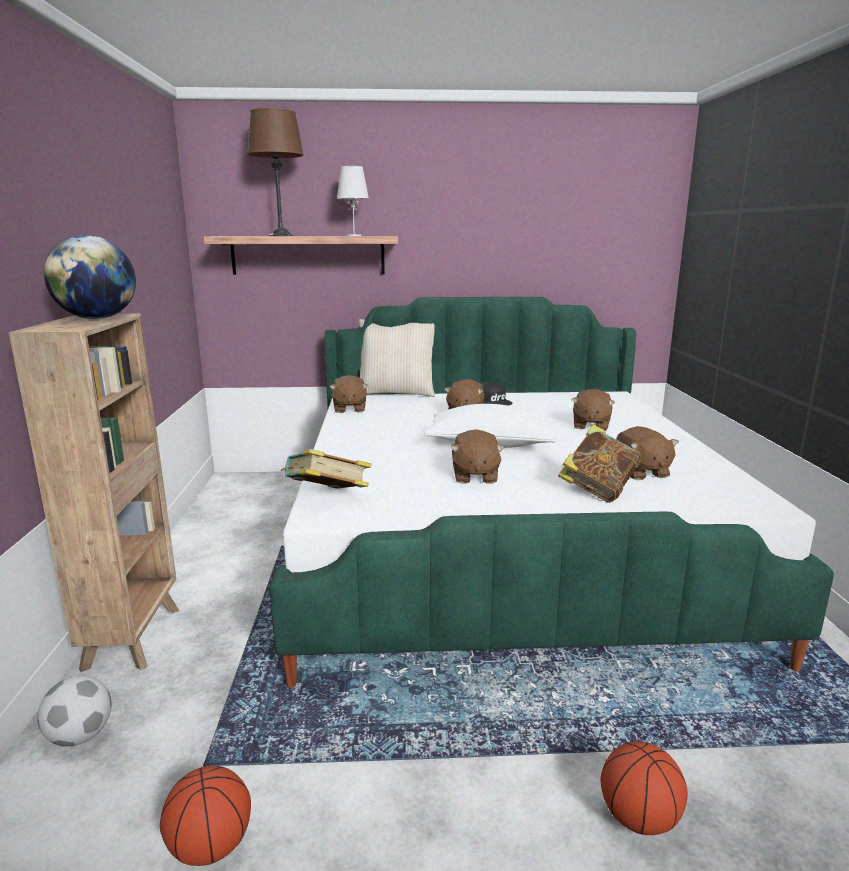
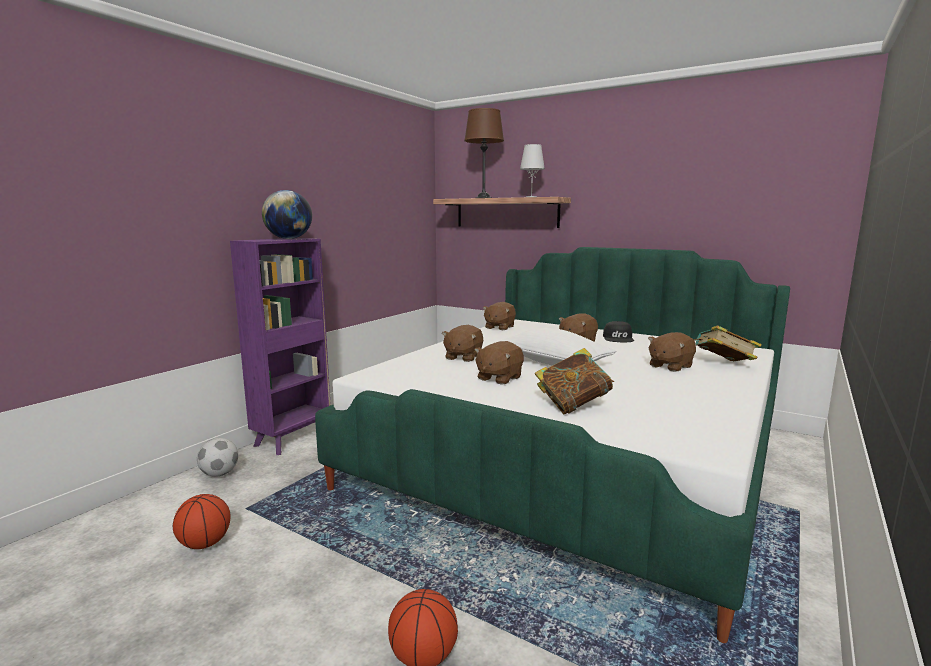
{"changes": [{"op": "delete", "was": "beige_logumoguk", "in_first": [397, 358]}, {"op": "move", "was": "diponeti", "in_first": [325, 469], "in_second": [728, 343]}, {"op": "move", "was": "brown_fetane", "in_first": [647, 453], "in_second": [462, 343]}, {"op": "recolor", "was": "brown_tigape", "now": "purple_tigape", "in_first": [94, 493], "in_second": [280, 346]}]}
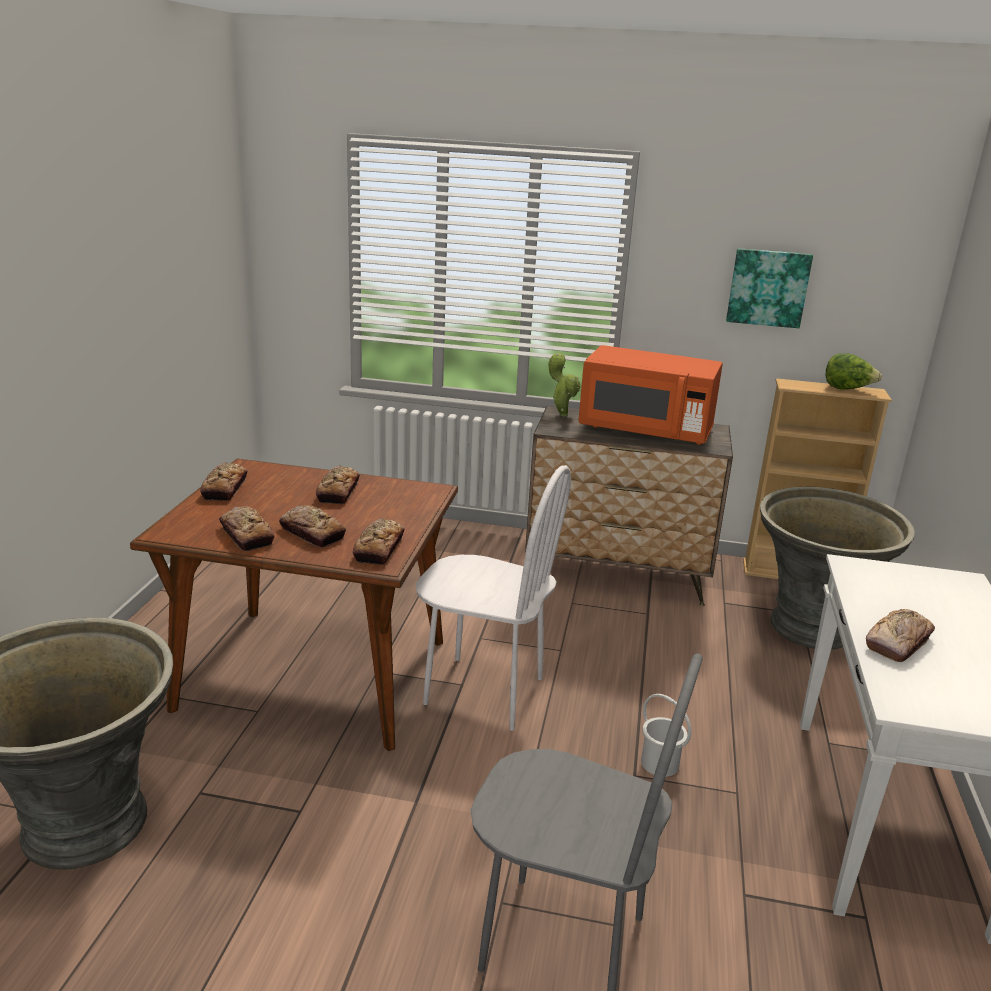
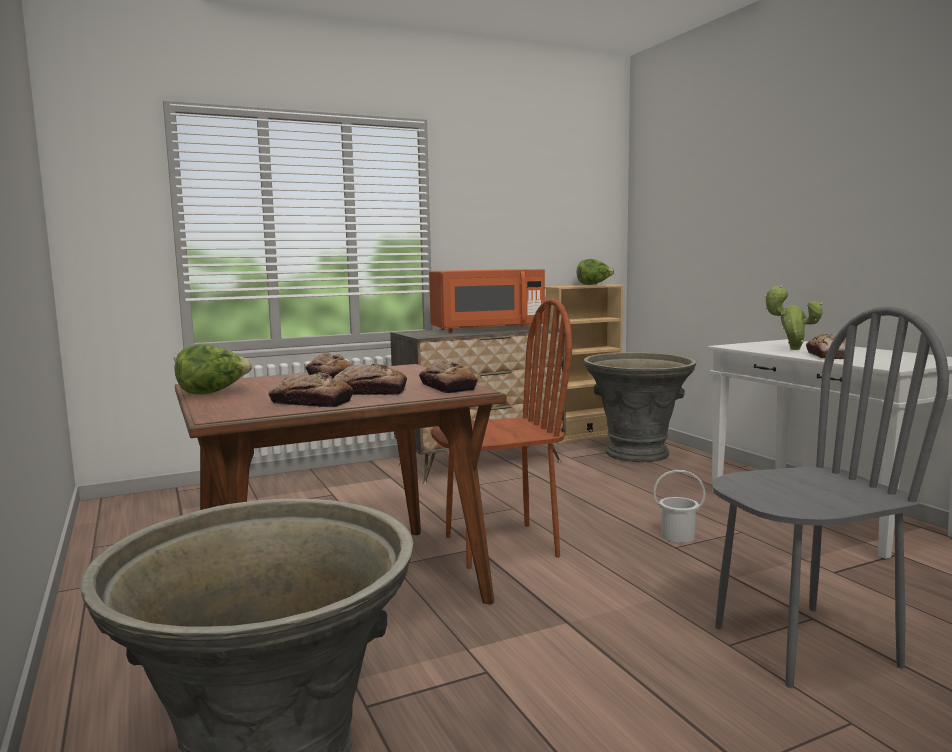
{"changes": [{"op": "delete", "was": "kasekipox", "in_first": [769, 288]}, {"op": "move", "was": "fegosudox", "in_first": [565, 385], "in_second": [793, 317]}, {"op": "replace", "was": "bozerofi", "now": "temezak", "in_first": [223, 481], "in_second": [213, 369]}, {"op": "recolor", "was": "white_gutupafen", "now": "brown_gutupafen", "in_first": [493, 598], "in_second": [501, 433]}]}
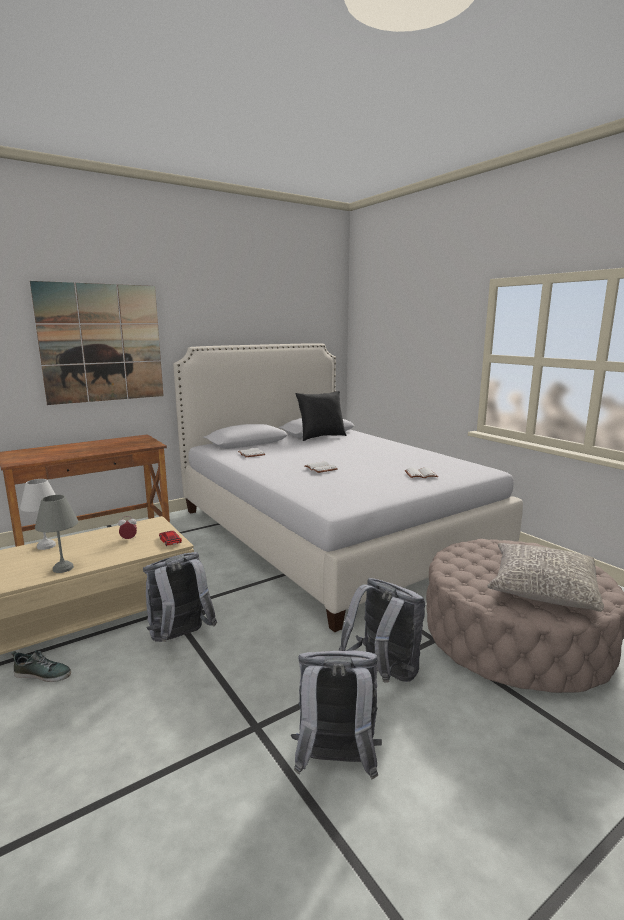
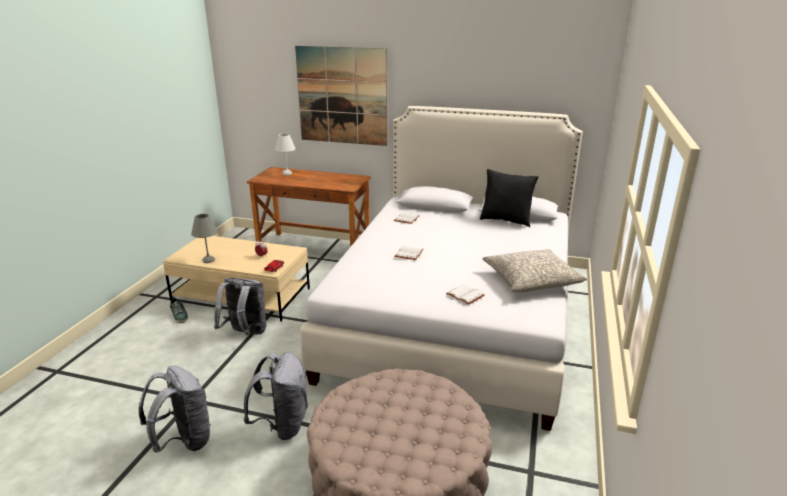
{"changes": [{"op": "move", "was": "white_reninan", "in_first": [38, 514], "in_second": [285, 154]}, {"op": "move", "was": "grey_logumoguk", "in_first": [545, 577], "in_second": [534, 270]}]}
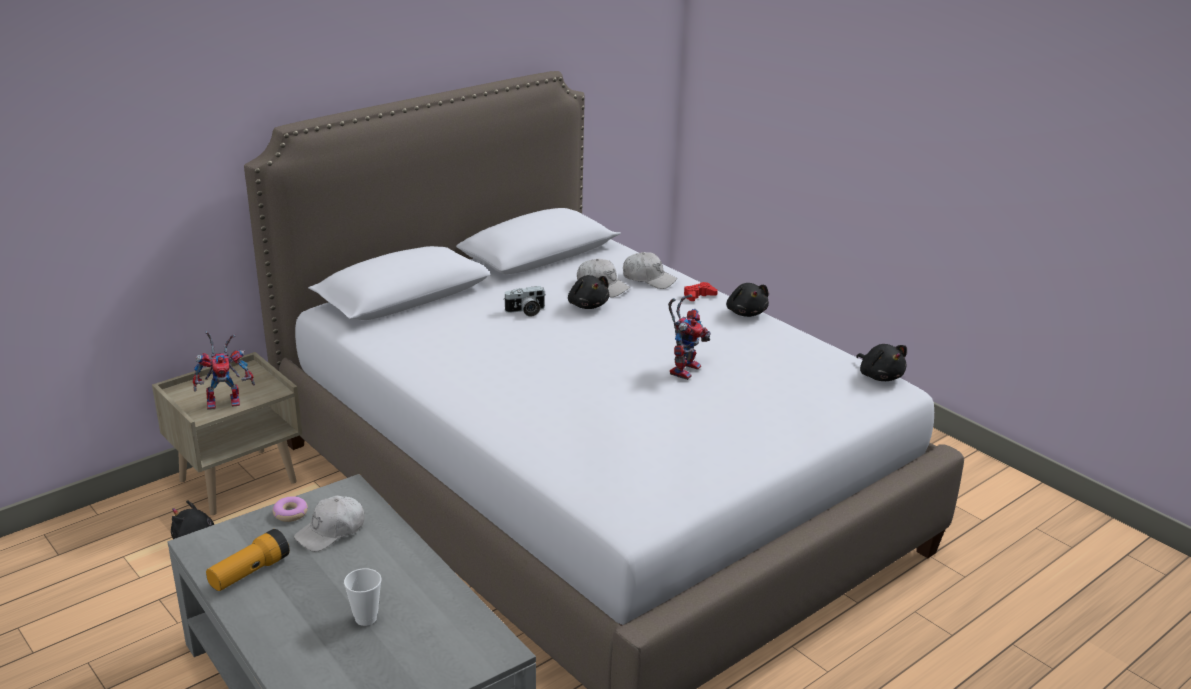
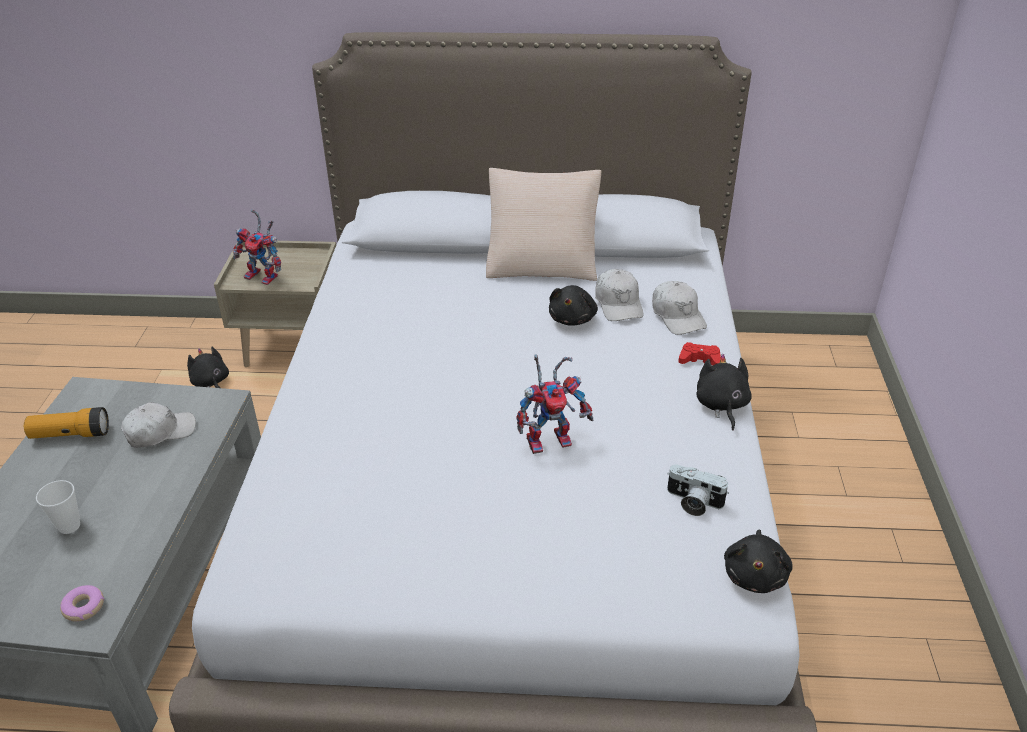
{"changes": [{"op": "insert", "now": "beige_logumoguk", "in_second": [543, 224]}, {"op": "move", "was": "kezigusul", "in_first": [290, 509], "in_second": [82, 603]}, {"op": "move", "was": "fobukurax", "in_first": [524, 301], "in_second": [698, 490]}, {"op": "rotate", "was": "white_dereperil", "in_first": [329, 523], "in_second": [158, 425], "clockwise": 150}, {"op": "rotate", "was": "black_fetane", "in_first": [747, 300], "in_second": [724, 392], "clockwise": 150}]}
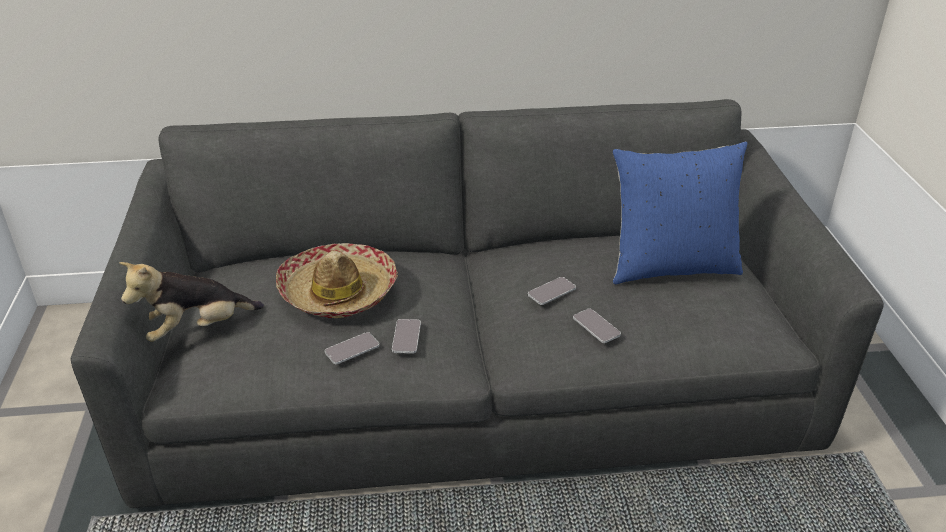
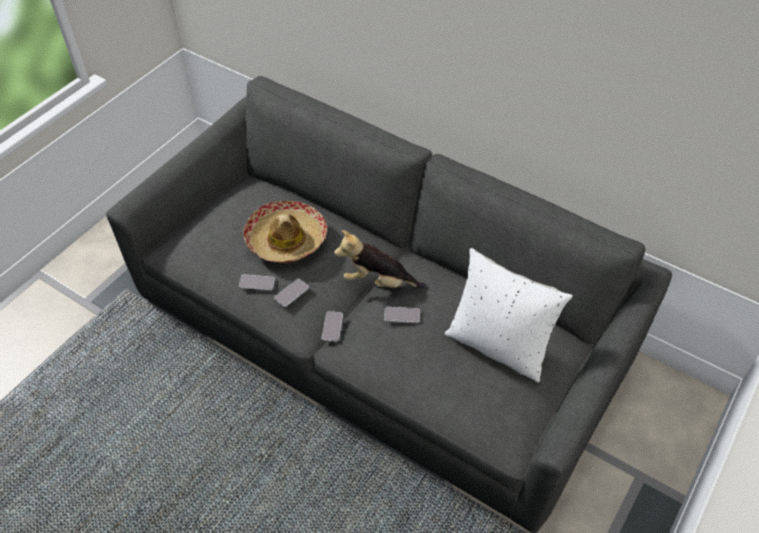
{"changes": [{"op": "move", "was": "fetane", "in_first": [191, 302], "in_second": [380, 259]}, {"op": "move", "was": "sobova", "in_first": [597, 325], "in_second": [332, 326]}, {"op": "recolor", "was": "blue_logumoguk", "now": "white_logumoguk", "in_first": [680, 213], "in_second": [509, 315]}]}
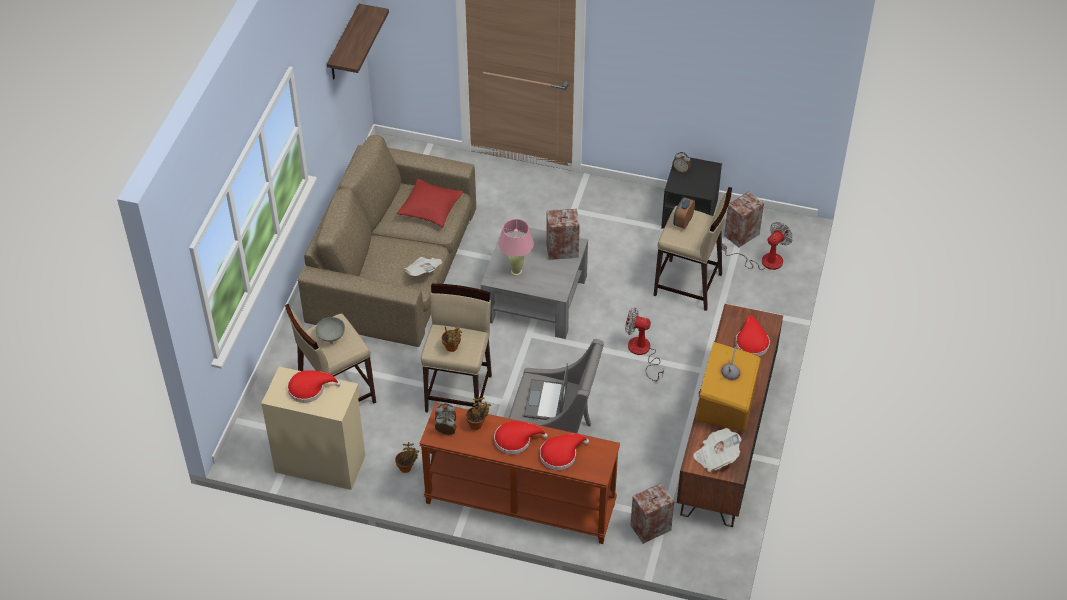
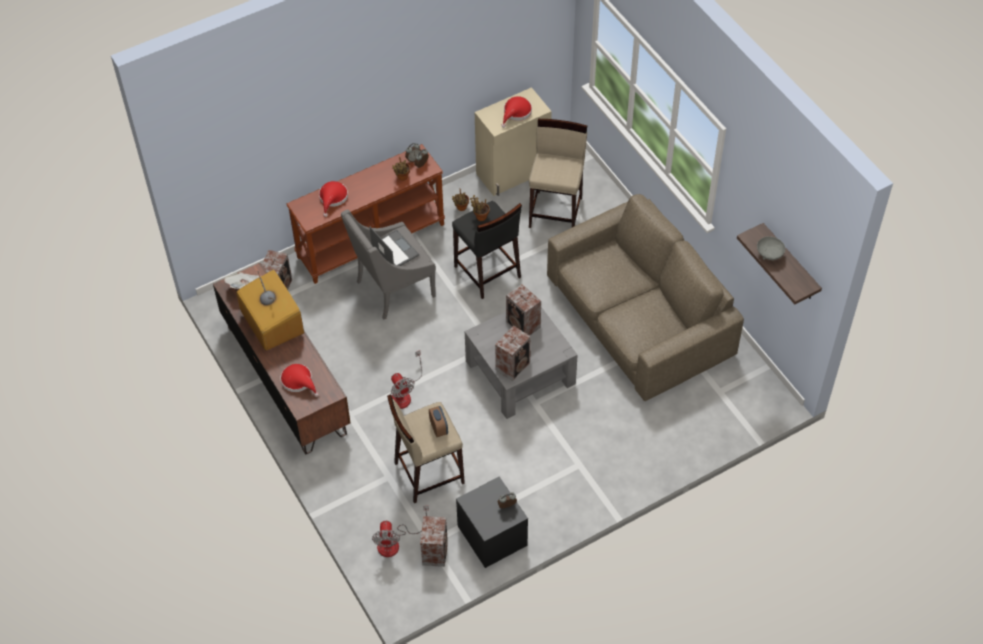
{"changes": [{"op": "delete", "was": "red_logumoguk", "in_first": [430, 203]}, {"op": "delete", "was": "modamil", "in_first": [424, 266]}, {"op": "delete", "was": "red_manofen", "in_first": [521, 437]}, {"op": "move", "was": "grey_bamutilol", "in_first": [330, 330], "in_second": [771, 248]}, {"op": "replace", "was": "pink_reninan", "now": "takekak", "in_first": [516, 247], "in_second": [523, 310]}, {"op": "recolor", "was": "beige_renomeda", "now": "black_renomeda", "in_first": [456, 348], "in_second": [487, 250]}, {"op": "rotate", "was": "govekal", "in_first": [644, 344], "in_second": [406, 379], "clockwise": 90}]}
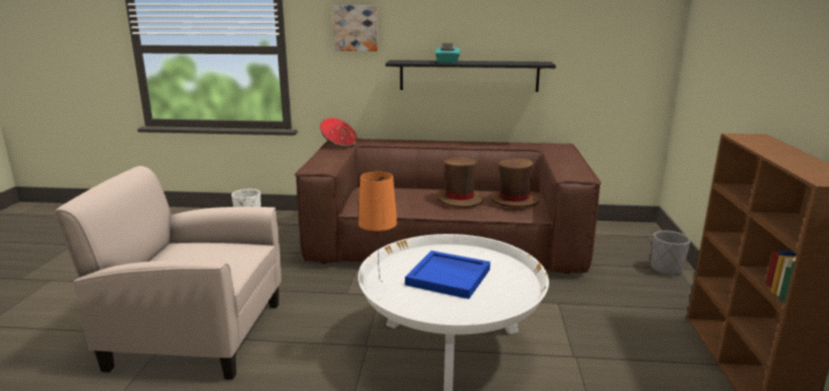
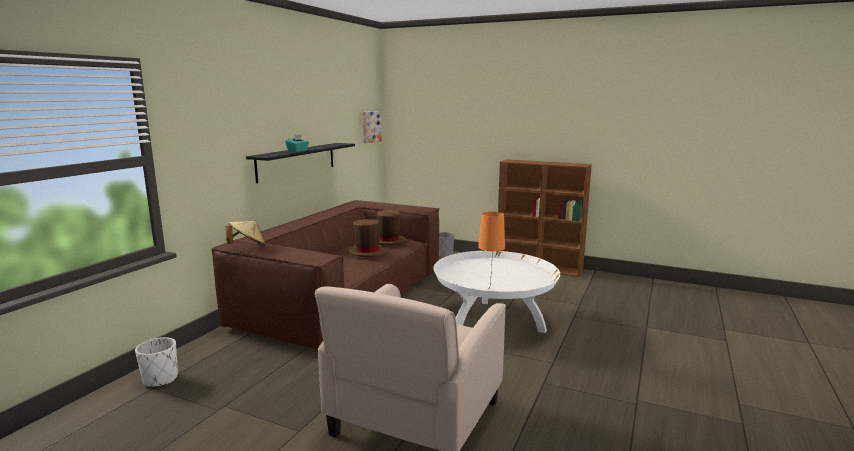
{"changes": [{"op": "delete", "was": "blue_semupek", "in_first": [447, 275]}, {"op": "move", "was": "kasekipox", "in_first": [355, 28], "in_second": [372, 127]}, {"op": "recolor", "was": "red_manofen", "now": "beige_manofen", "in_first": [338, 133], "in_second": [245, 233]}]}
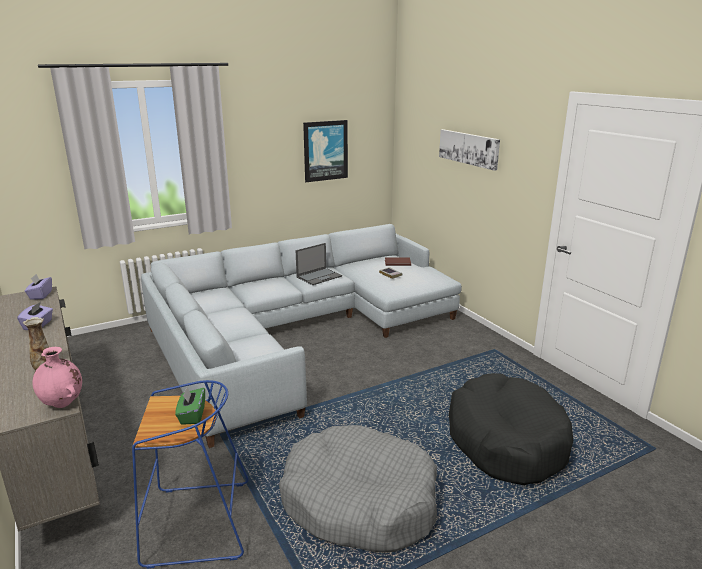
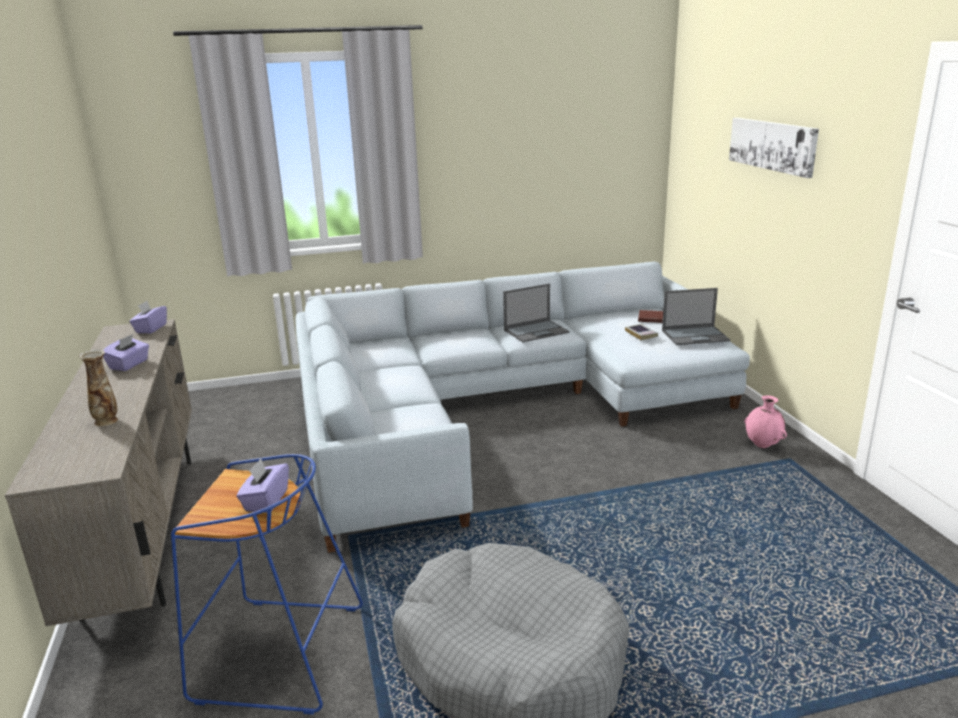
{"changes": [{"op": "delete", "was": "kasekipox", "in_first": [325, 151]}, {"op": "delete", "was": "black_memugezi", "in_first": [511, 429]}, {"op": "insert", "now": "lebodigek", "in_second": [696, 316]}, {"op": "move", "was": "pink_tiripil", "in_first": [57, 377], "in_second": [765, 421]}, {"op": "recolor", "was": "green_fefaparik", "now": "purple_fefaparik", "in_first": [190, 406], "in_second": [263, 485]}]}
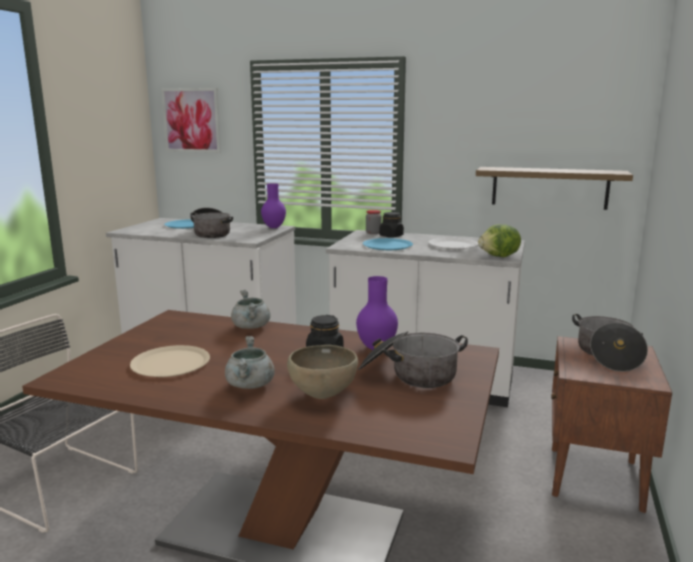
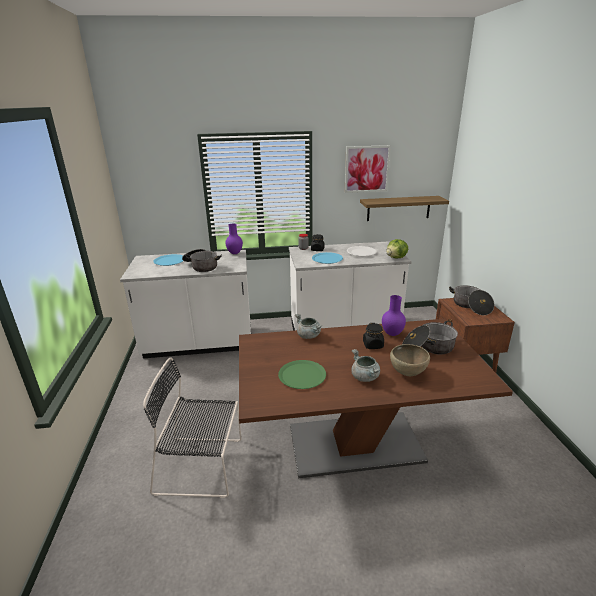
{"changes": [{"op": "move", "was": "kasekipox", "in_first": [191, 120], "in_second": [368, 169]}, {"op": "recolor", "was": "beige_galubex", "now": "green_galubex", "in_first": [170, 361], "in_second": [302, 374]}]}
